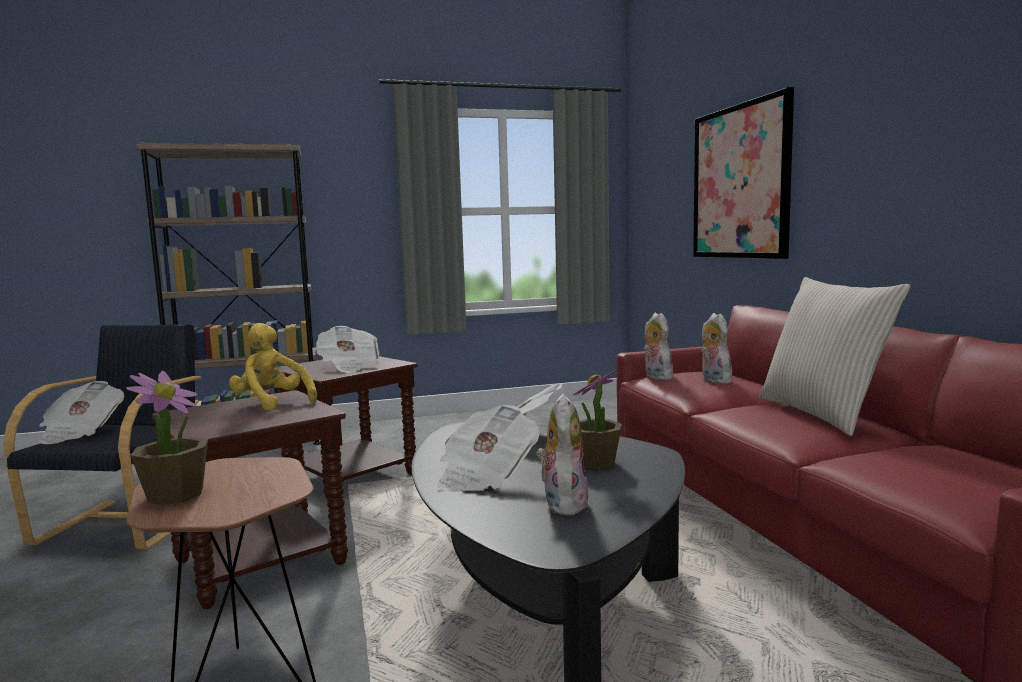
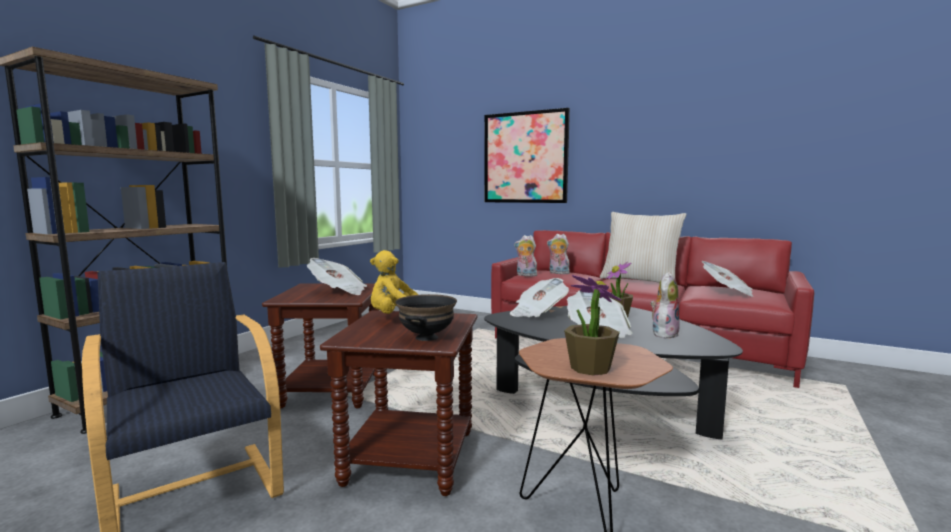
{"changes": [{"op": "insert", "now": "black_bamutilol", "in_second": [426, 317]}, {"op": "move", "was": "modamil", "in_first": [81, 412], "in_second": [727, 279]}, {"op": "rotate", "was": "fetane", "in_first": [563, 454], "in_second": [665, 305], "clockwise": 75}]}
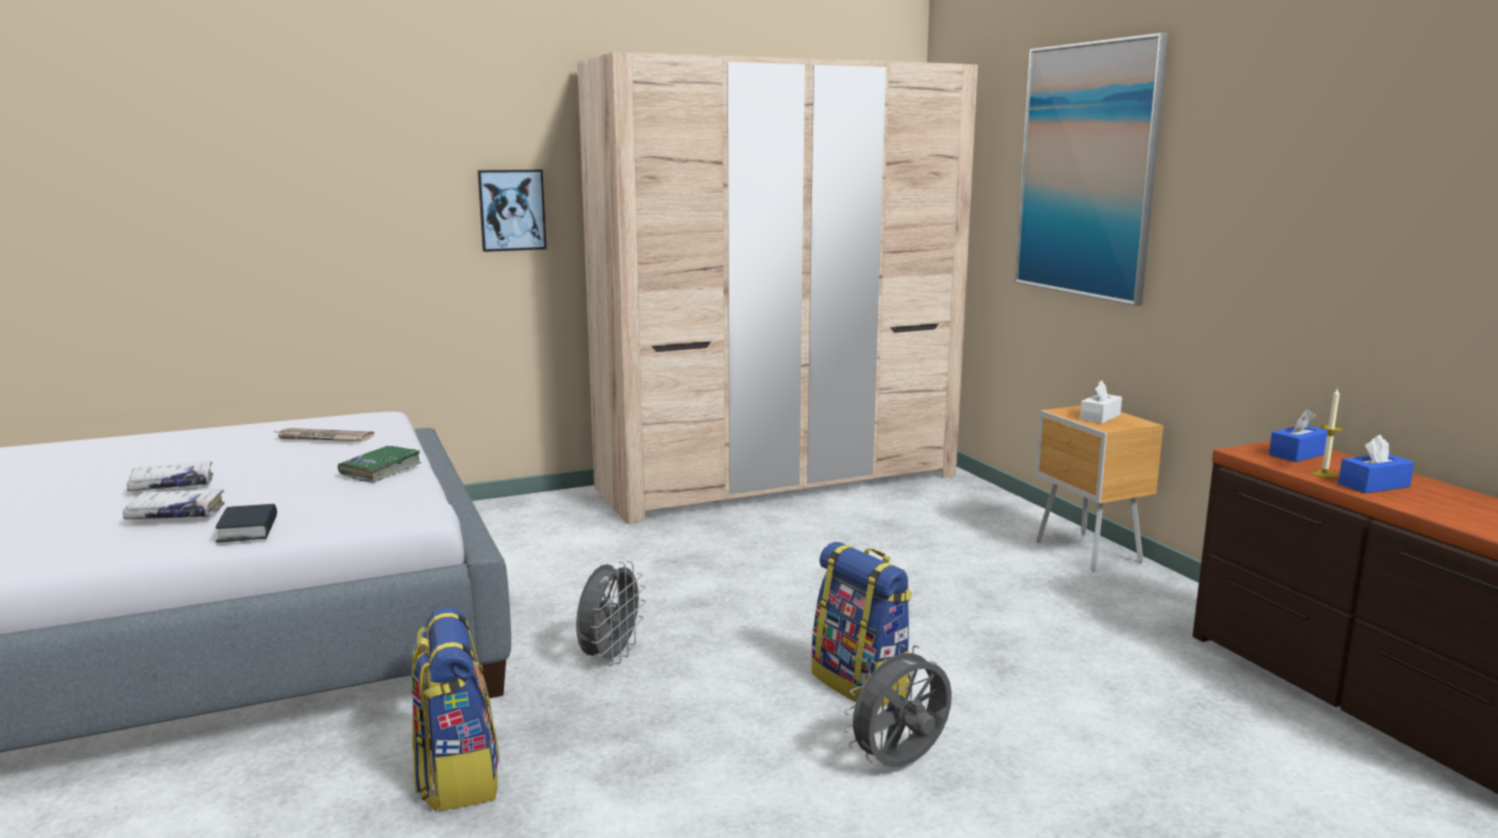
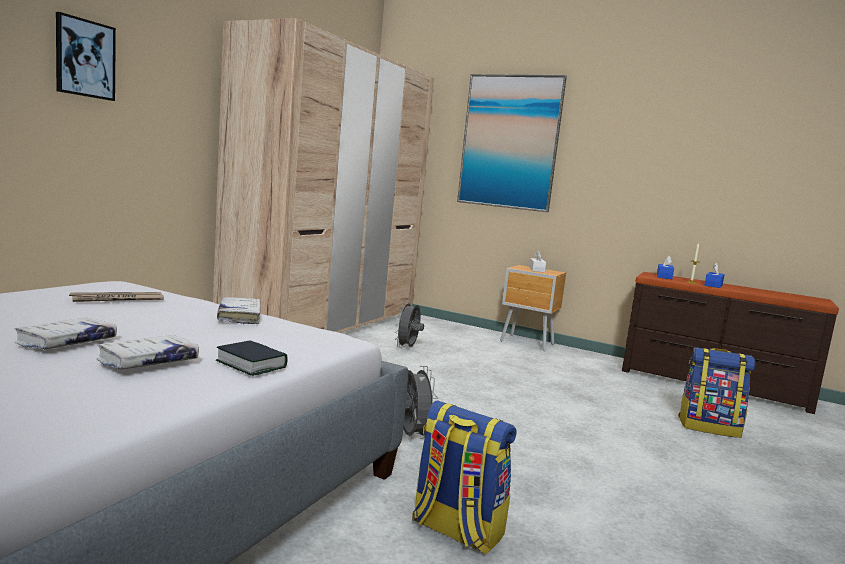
{"changes": [{"op": "move", "was": "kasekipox", "in_first": [512, 211], "in_second": [86, 56]}, {"op": "move", "was": "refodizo", "in_first": [862, 624], "in_second": [717, 392]}, {"op": "move", "was": "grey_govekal", "in_first": [898, 705], "in_second": [409, 324]}, {"op": "recolor", "was": "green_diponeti", "now": "white_diponeti", "in_first": [380, 464], "in_second": [239, 310]}]}
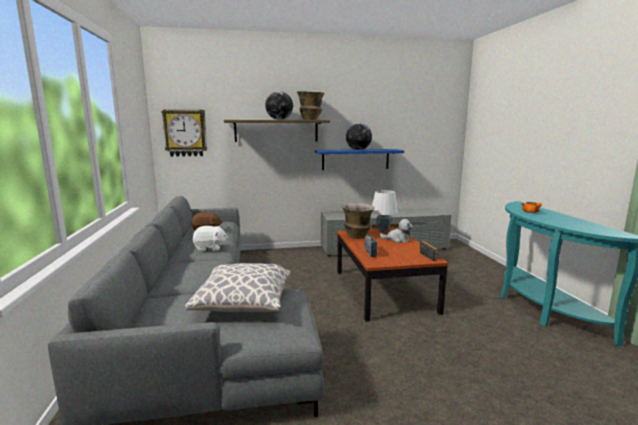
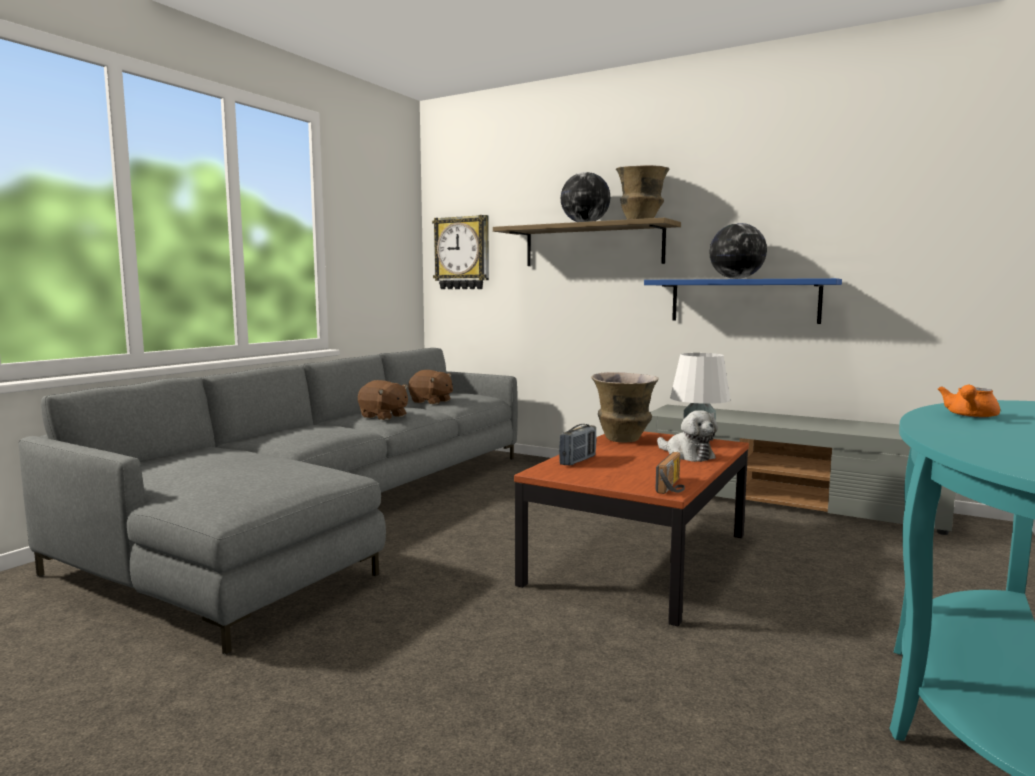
{"changes": [{"op": "delete", "was": "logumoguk", "in_first": [238, 287]}, {"op": "recolor", "was": "white_fetane", "now": "brown_fetane", "in_first": [210, 239], "in_second": [383, 400]}]}
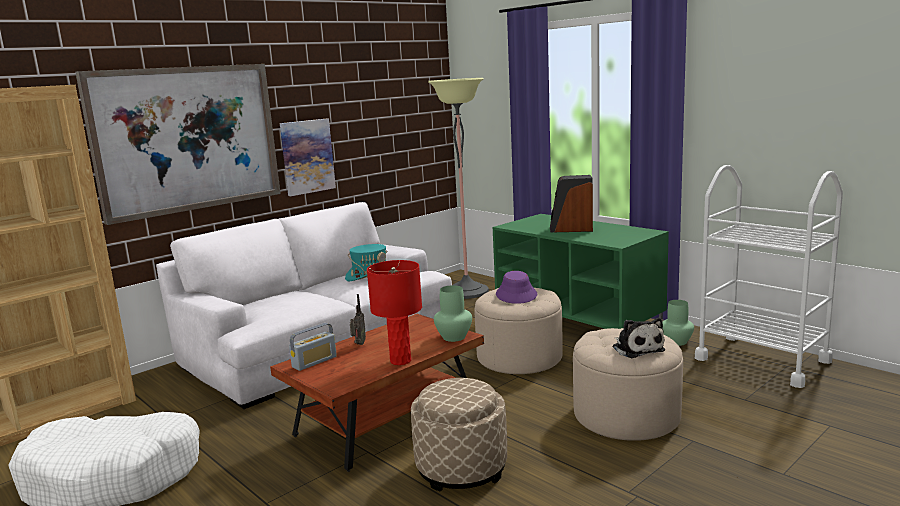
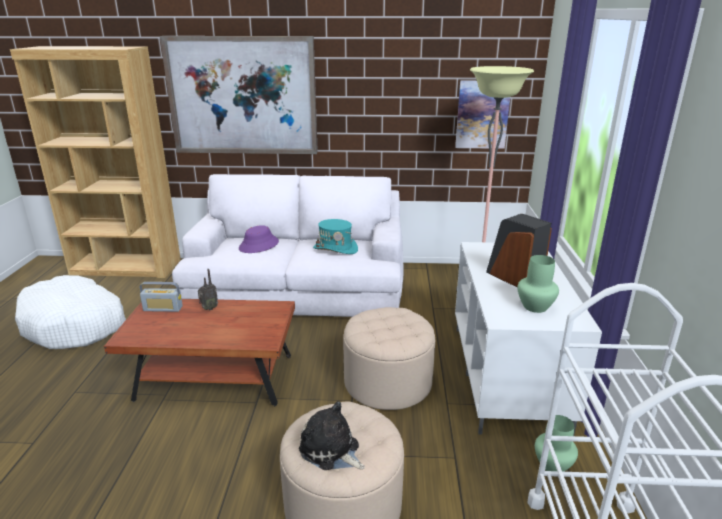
{"changes": [{"op": "delete", "was": "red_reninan", "in_first": [394, 312]}, {"op": "delete", "was": "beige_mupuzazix", "in_first": [459, 435]}, {"op": "move", "was": "kasekipox", "in_first": [308, 157], "in_second": [482, 114]}, {"op": "move", "was": "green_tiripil", "in_first": [453, 313], "in_second": [538, 284]}, {"op": "move", "was": "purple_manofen", "in_first": [516, 287], "in_second": [259, 239]}, {"op": "recolor", "was": "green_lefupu", "now": "white_lefupu", "in_first": [581, 271], "in_second": [528, 339]}, {"op": "rotate", "was": "fetane", "in_first": [639, 338], "in_second": [332, 435], "clockwise": 105}]}
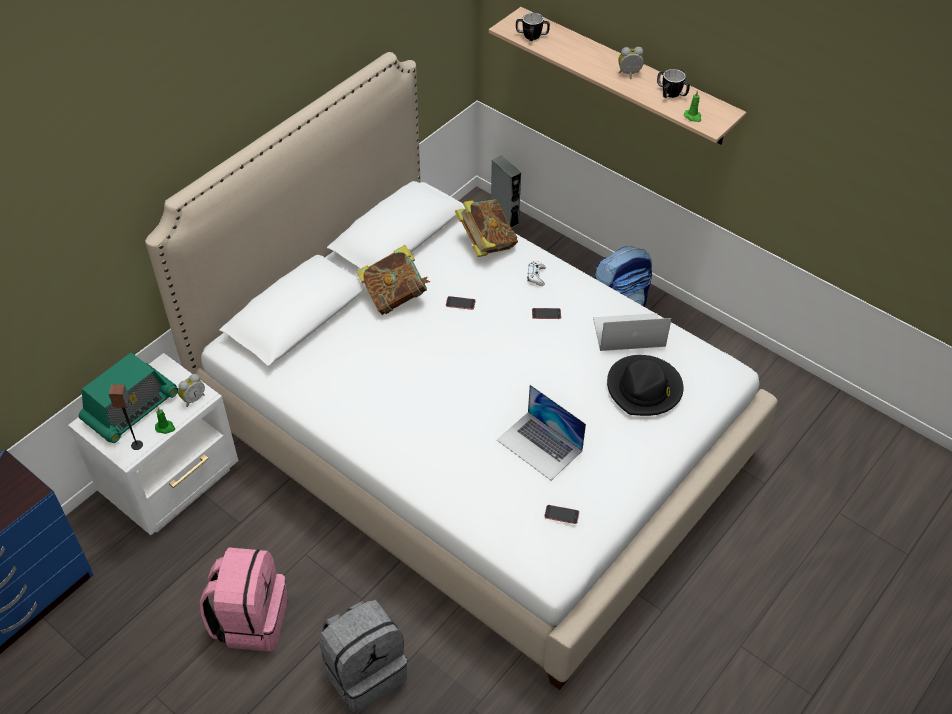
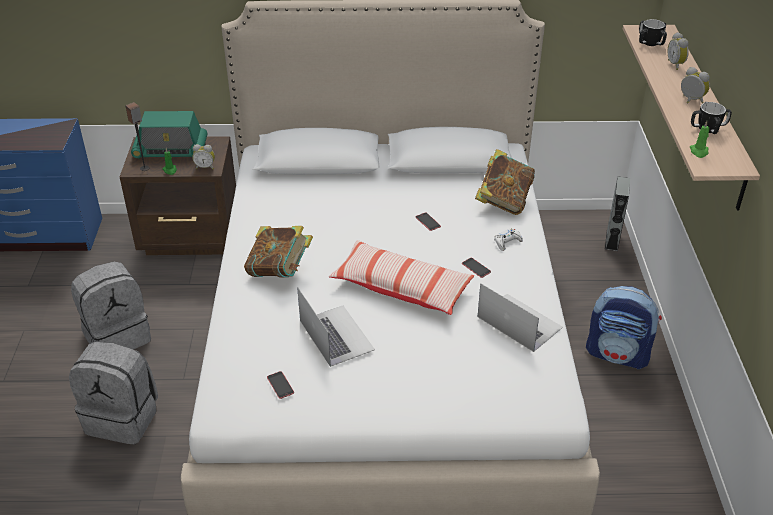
{"changes": [{"op": "delete", "was": "black_manofen", "in_first": [645, 385]}, {"op": "insert", "now": "logumoguk", "in_second": [401, 277]}, {"op": "insert", "now": "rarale", "in_second": [678, 51]}, {"op": "move", "was": "diponeti", "in_first": [393, 280], "in_second": [278, 252]}, {"op": "recolor", "was": "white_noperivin", "now": "brown_noperivin", "in_first": [153, 444], "in_second": [178, 195]}, {"op": "recolor", "was": "pink_refodizo", "now": "grey_refodizo", "in_first": [243, 599], "in_second": [111, 306]}, {"op": "rotate", "was": "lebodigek", "in_first": [541, 432], "in_second": [336, 327], "clockwise": 150}]}
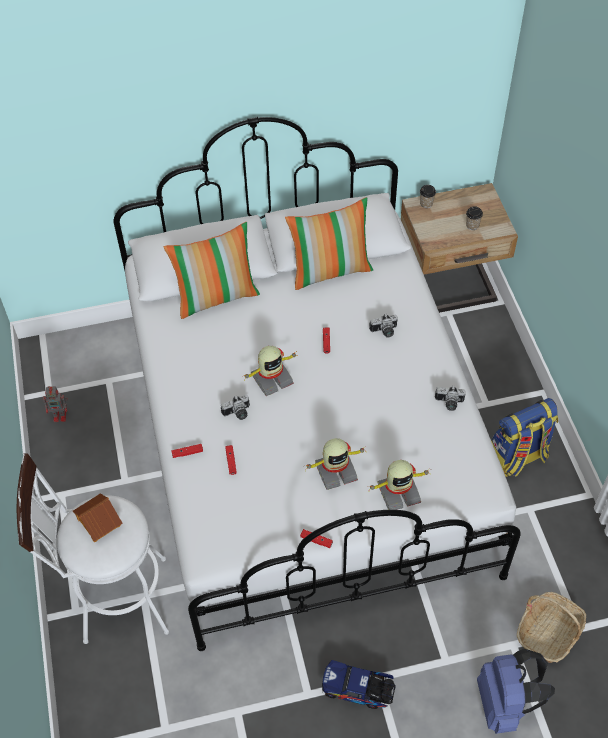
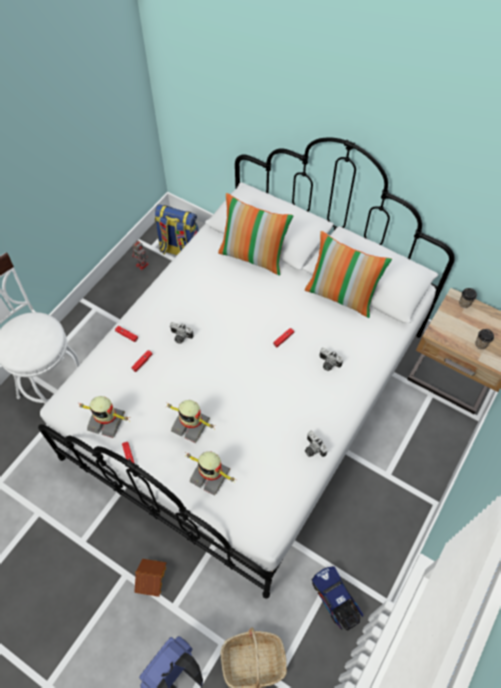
{"changes": [{"op": "move", "was": "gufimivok", "in_first": [97, 518], "in_second": [150, 578]}, {"op": "move", "was": "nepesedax", "in_first": [271, 371], "in_second": [103, 417]}, {"op": "move", "was": "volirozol", "in_first": [359, 684], "in_second": [337, 598]}, {"op": "move", "was": "refodizo", "in_first": [524, 437], "in_second": [177, 229]}]}
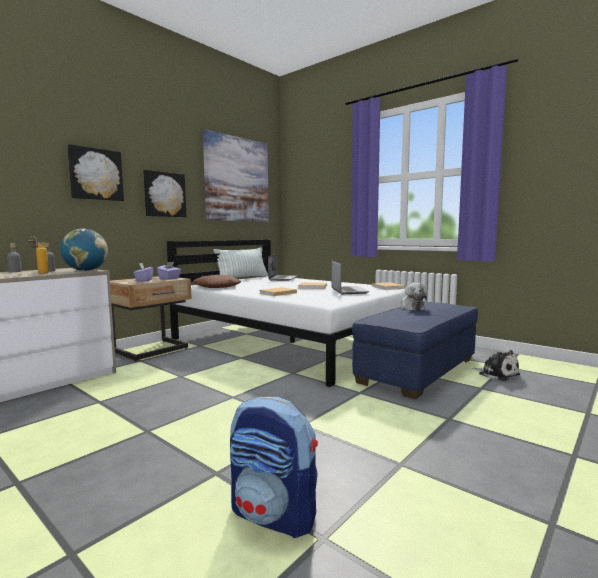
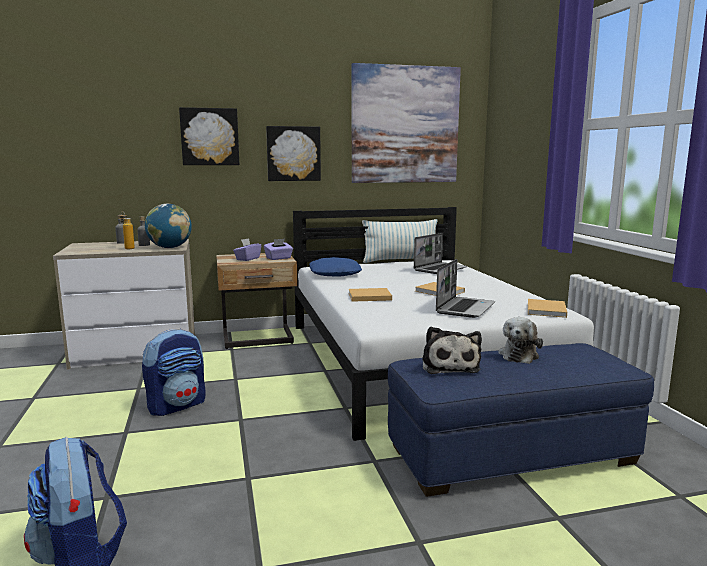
{"changes": [{"op": "insert", "now": "refodizo", "in_second": [173, 372]}, {"op": "move", "was": "fetane", "in_first": [495, 365], "in_second": [452, 350]}, {"op": "recolor", "was": "brown_logumoguk", "now": "blue_logumoguk", "in_first": [217, 281], "in_second": [335, 267]}]}
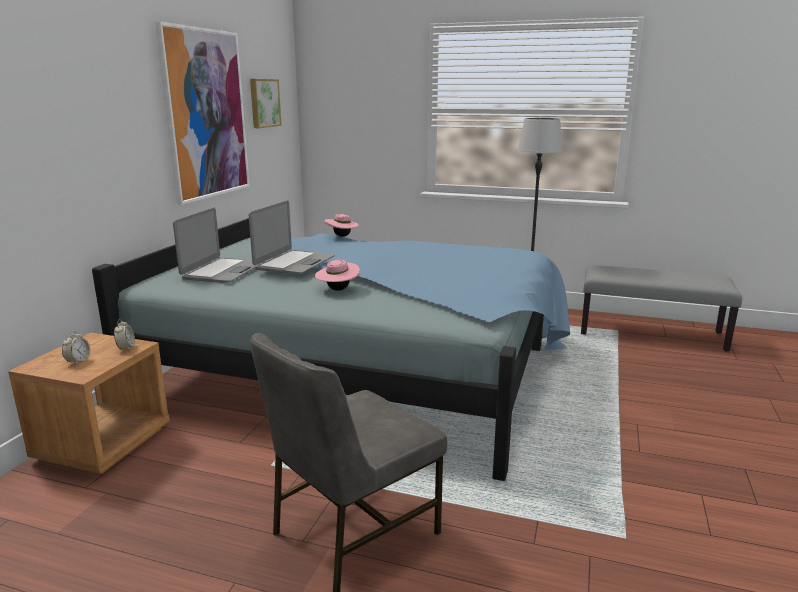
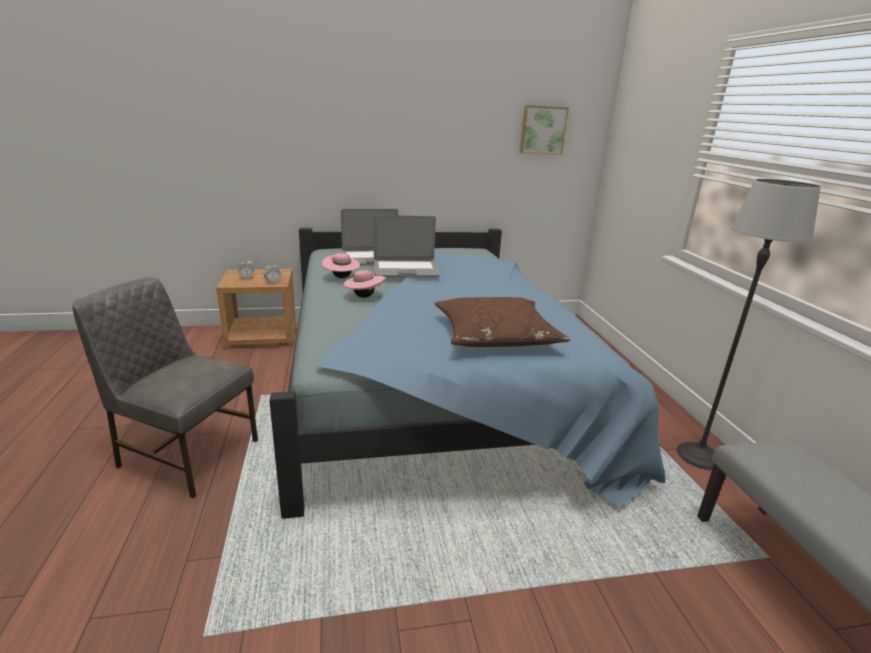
{"changes": [{"op": "delete", "was": "kasekipox", "in_first": [202, 113]}, {"op": "insert", "now": "brown_logumoguk", "in_second": [502, 322]}, {"op": "move", "was": "pink_manofen", "in_first": [342, 225], "in_second": [341, 265]}]}
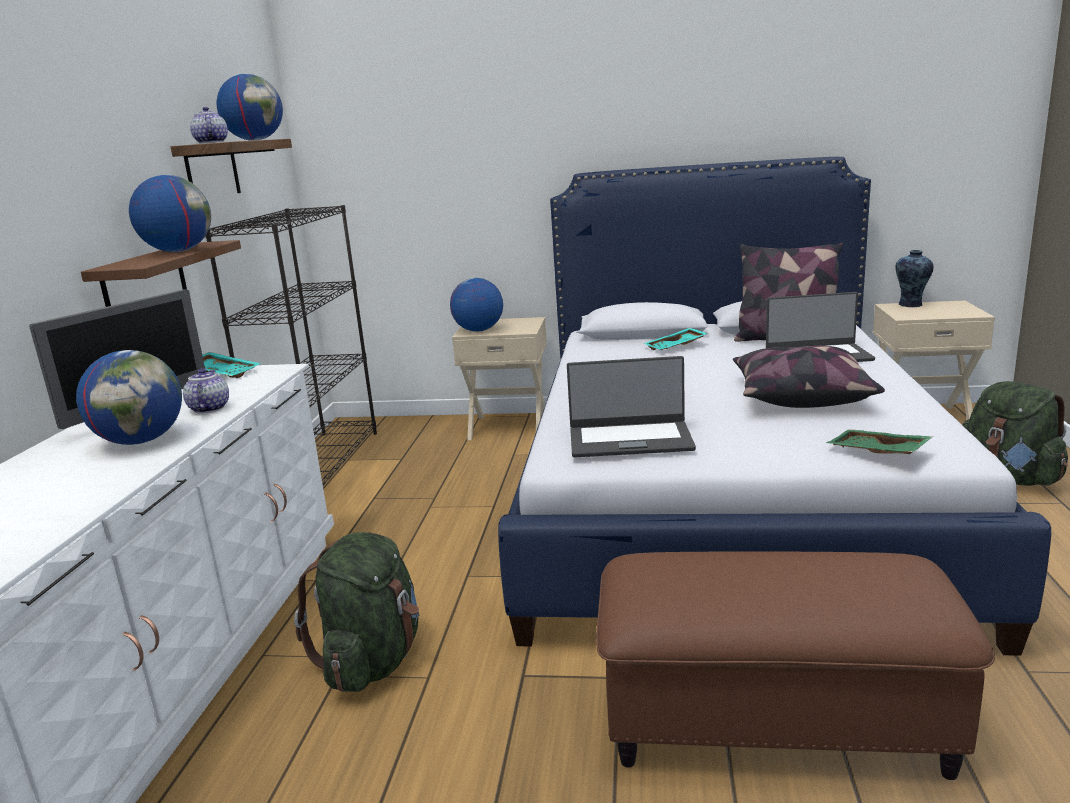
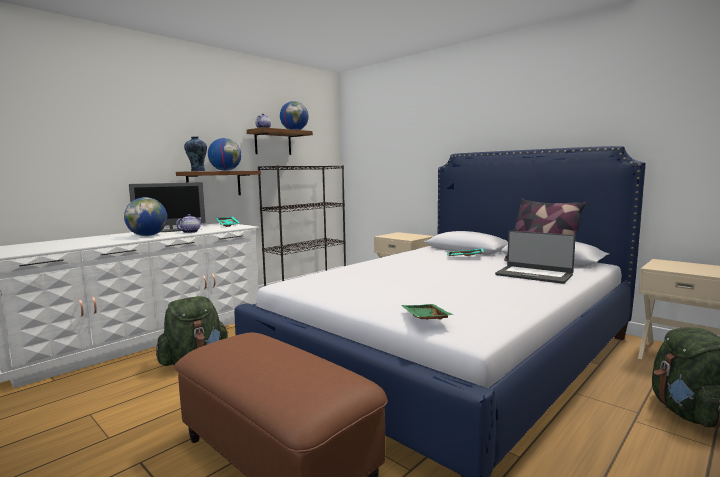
{"changes": [{"op": "delete", "was": "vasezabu", "in_first": [476, 305]}, {"op": "delete", "was": "lebodigek", "in_first": [631, 406]}, {"op": "delete", "was": "logumoguk", "in_first": [809, 377]}, {"op": "move", "was": "tiripil", "in_first": [914, 278], "in_second": [195, 153]}]}
